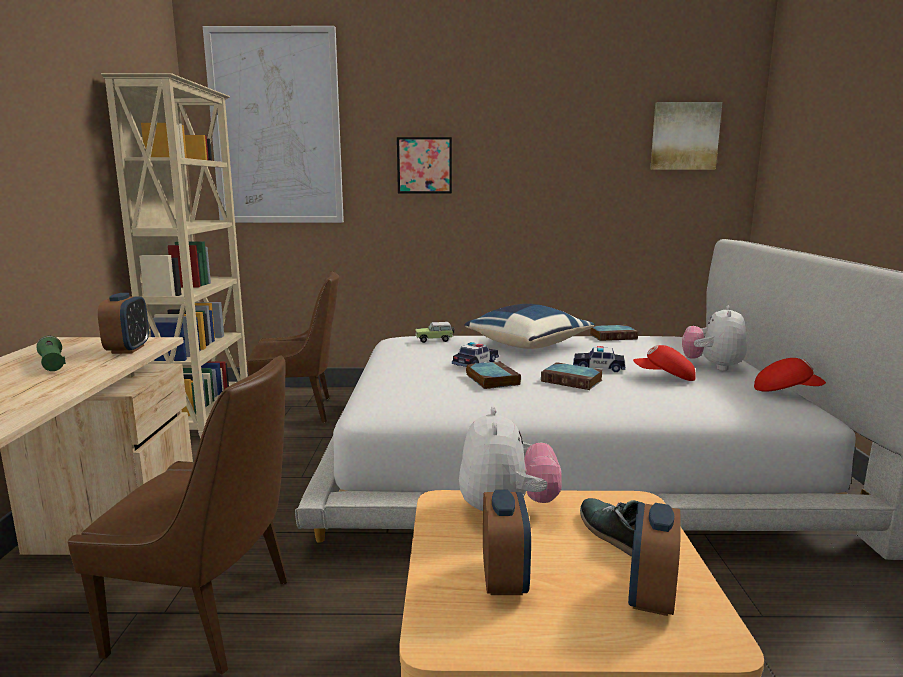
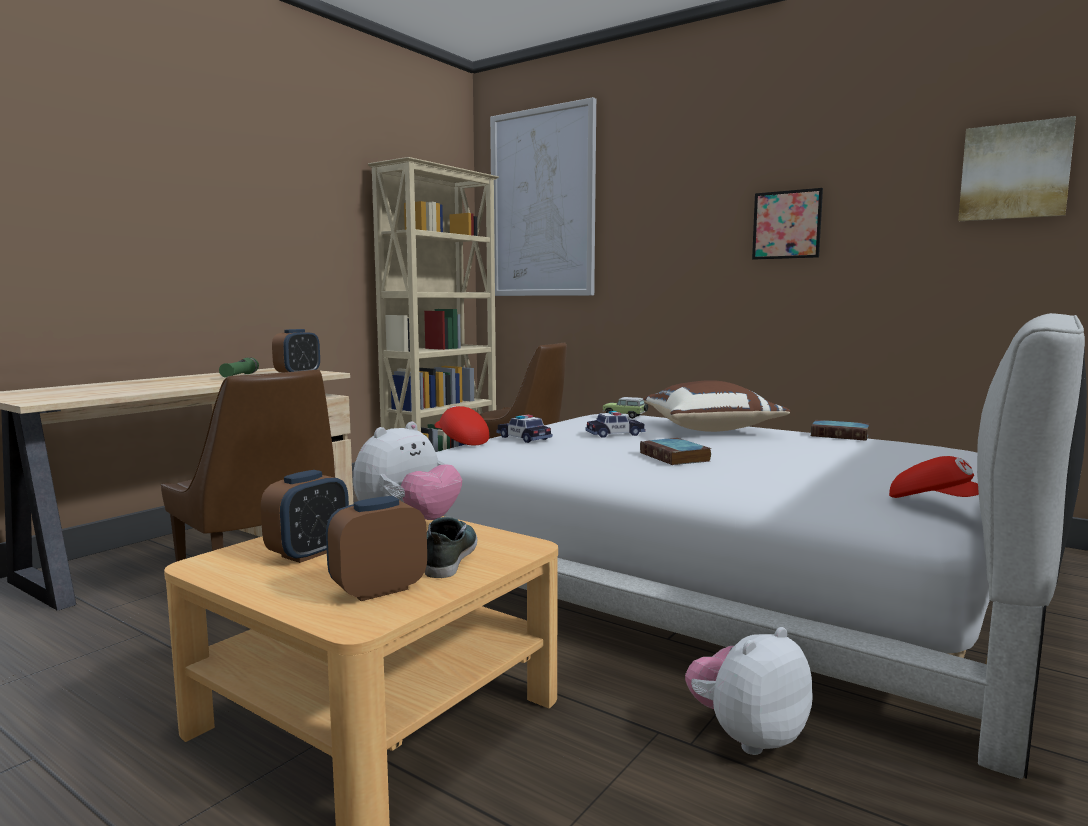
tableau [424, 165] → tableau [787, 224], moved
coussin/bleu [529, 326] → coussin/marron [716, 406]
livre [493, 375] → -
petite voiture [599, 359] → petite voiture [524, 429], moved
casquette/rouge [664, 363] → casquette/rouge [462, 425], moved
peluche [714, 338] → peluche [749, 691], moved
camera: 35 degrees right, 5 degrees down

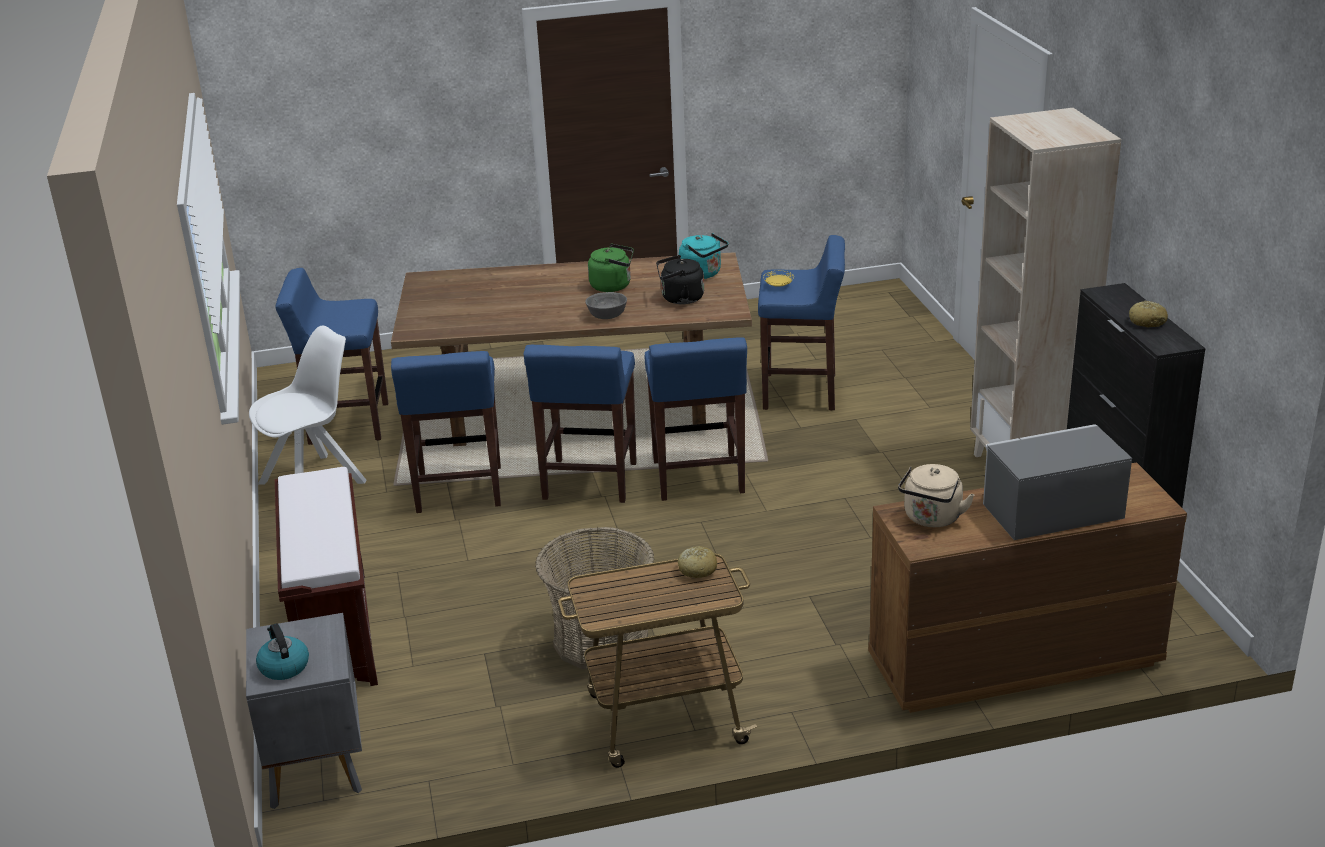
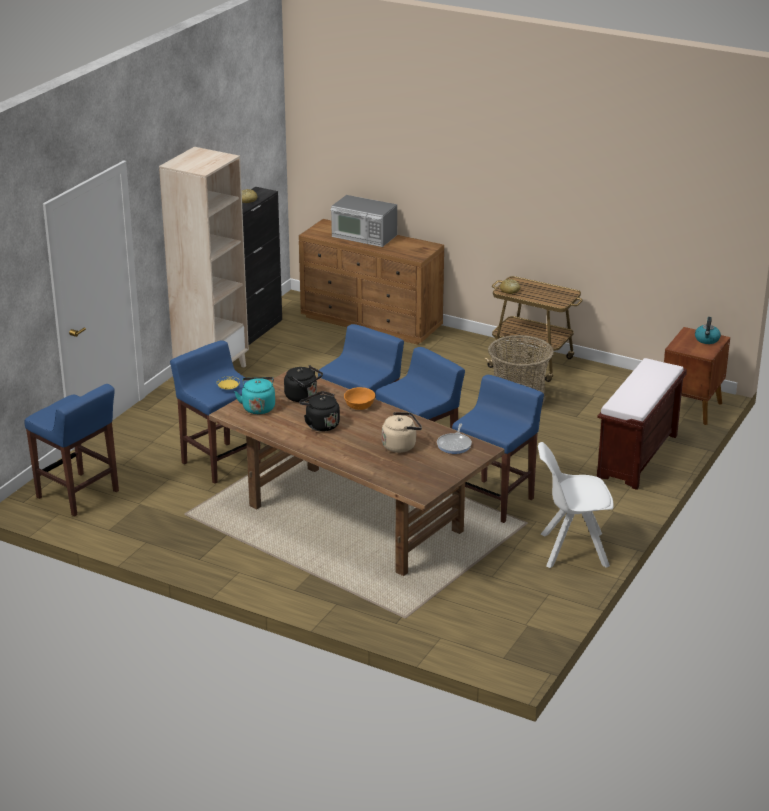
table de chevet/gris [304, 711] → table de chevet/marron [697, 376]
tabouret/bleu [331, 356] → tabouret/bleu [71, 450], moved
bol/gris [606, 305] → bol/orange [359, 398]
bouilloire/vert [611, 268] → bouilloire/noir [319, 411]
bouilloire/beige [936, 495] → bouilloire/beige [402, 432], moved
- → poêle [454, 439]
camera: 140 degrees left, 0 degrees up

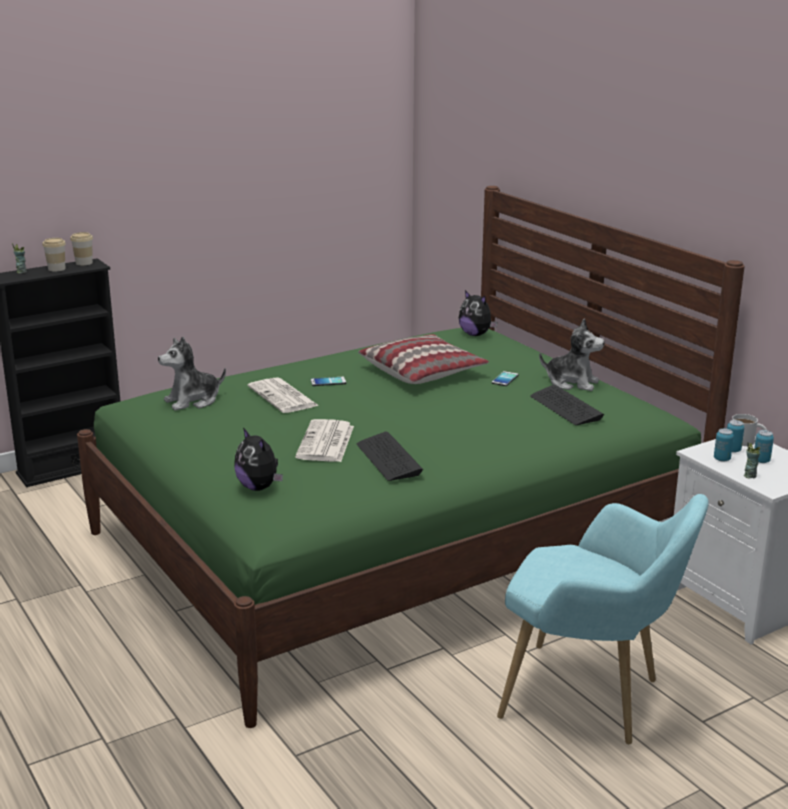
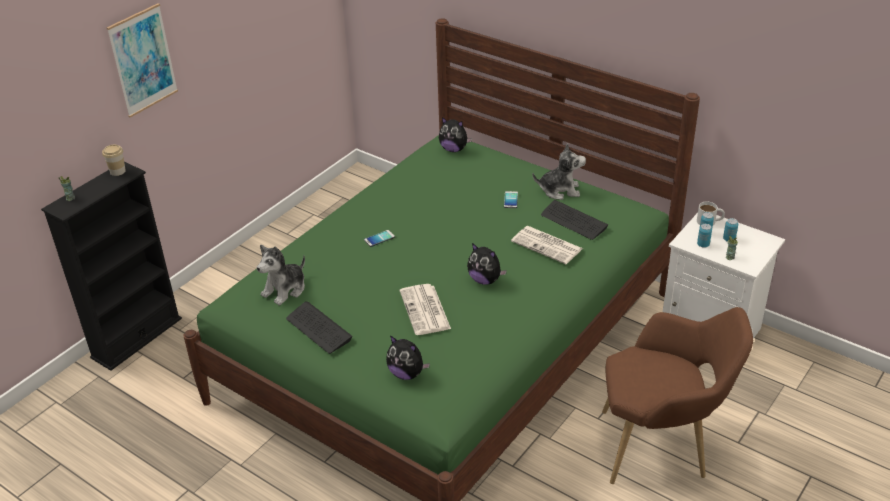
tasse [54, 255] → -
journal [283, 395] → journal [547, 245], moved
clavier [390, 456] → clavier [319, 327], moved
coussin [423, 359] → -
fauteuil/turquoise [603, 619] → fauteuil/marron [677, 395]
- → tableau [142, 60]
- → peluche [487, 264]
camera: 20 degrees left, 15 degrees up

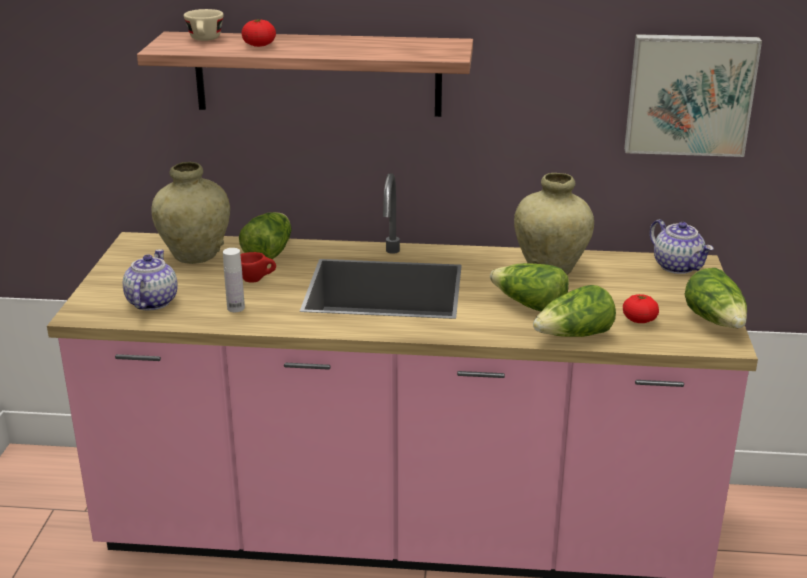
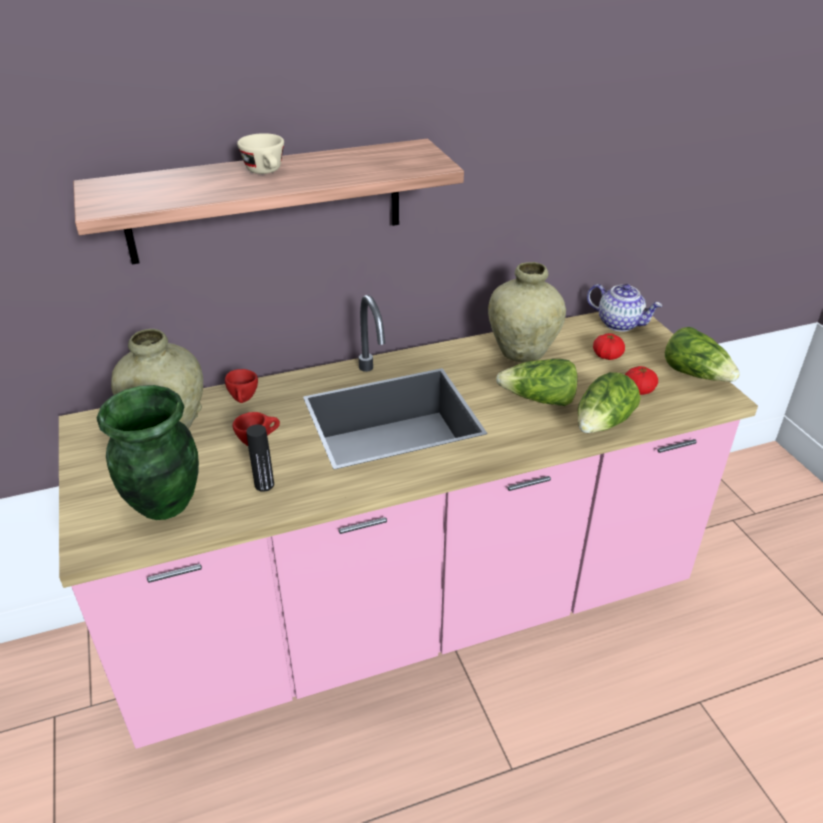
théière [150, 279] → vase/vert [148, 452]
tasse/beige [204, 25] → tasse/beige [260, 153], moved
bouteille/blanc [234, 280] → bouteille/noir [260, 458]
laitue [265, 235] → tasse/rouge [241, 386]
tomate [258, 33] → tomate [609, 346], moved
tableau [693, 95] → -
camera: 25 degrees left, 10 degrees up

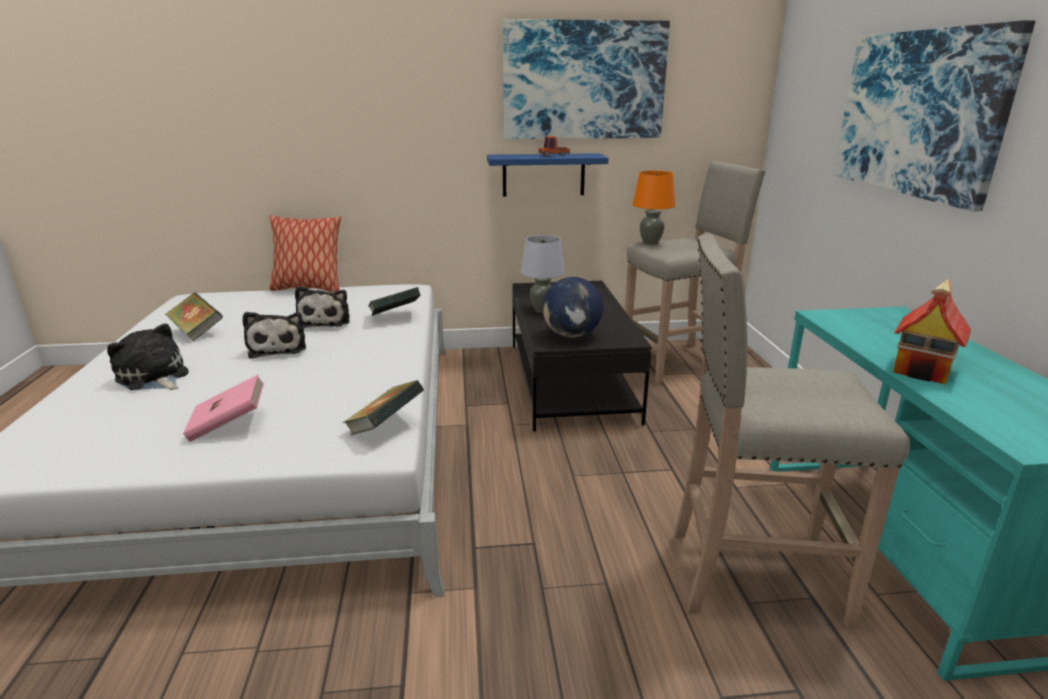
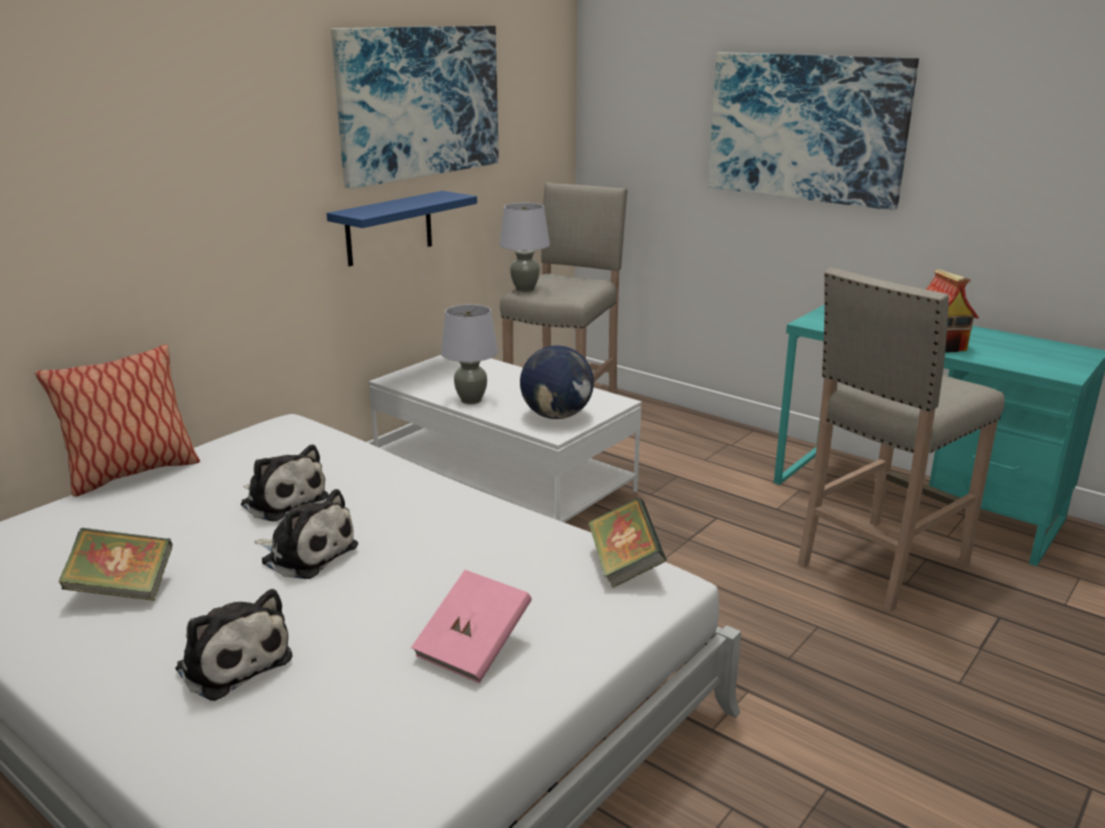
peluche [148, 356] → peluche [234, 645], 135 degrees counterclockwise
livre [394, 301] → -
table basse/noir [582, 356] → table basse/blanc [505, 438]
camion jouet [554, 146] → -
lampe de table/orange [654, 208] → lampe de table/gris [524, 247]
camera: 45 degrees left, 0 degrees up

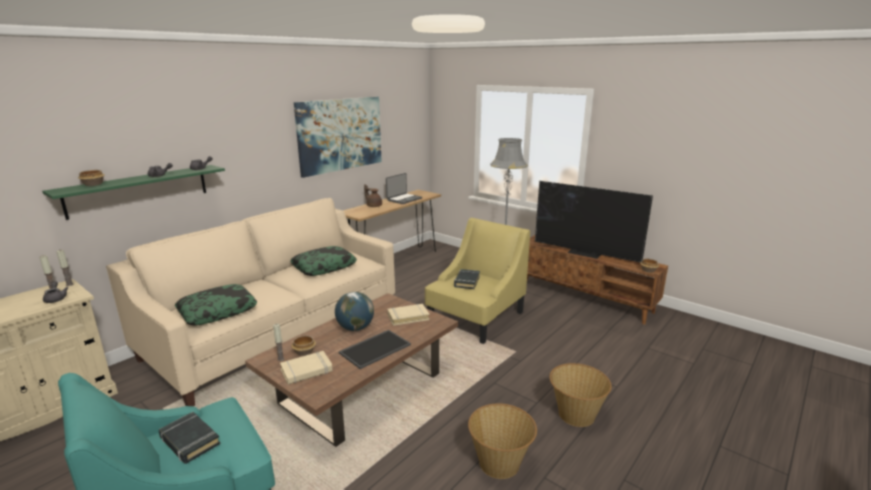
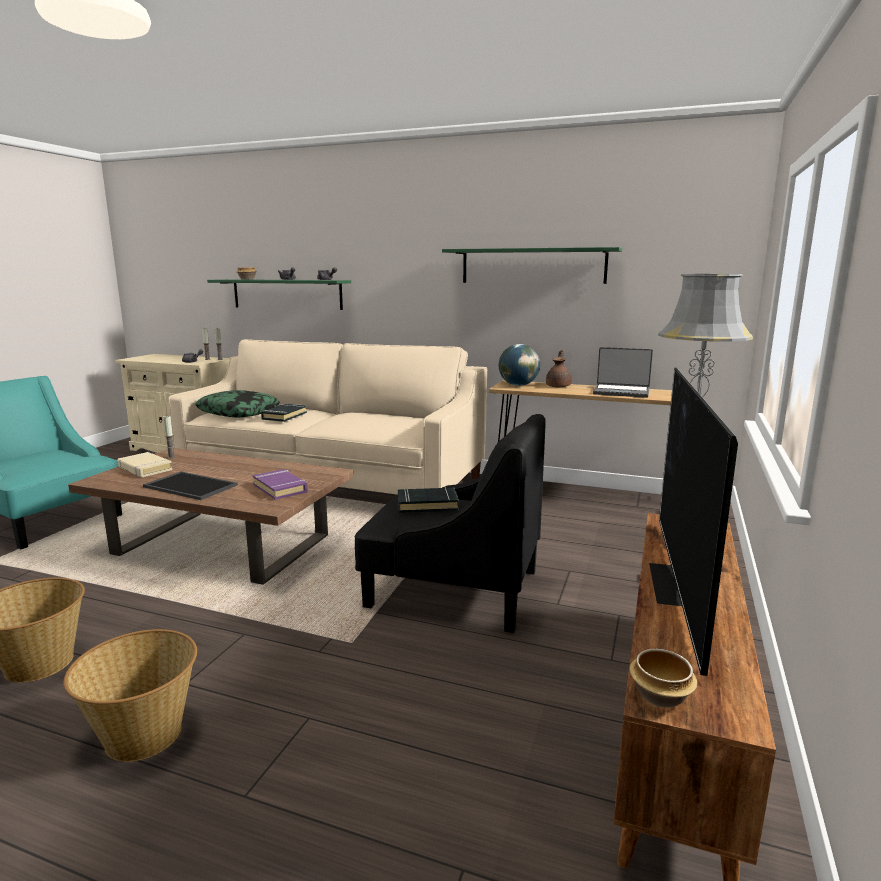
livre/noir [189, 438] → livre/noir [284, 413], moved
coussin [323, 261] → -
bol [303, 345] → -
tableau [338, 137] → étagère/vert [532, 265]
globe [354, 311] → globe [519, 365], moved
livre/beige [408, 315] → livre/violet [280, 484]
fauteuil/jaune [477, 281] → fauteuil/noir [450, 523]
camera: 70 degrees right, 5 degrees down

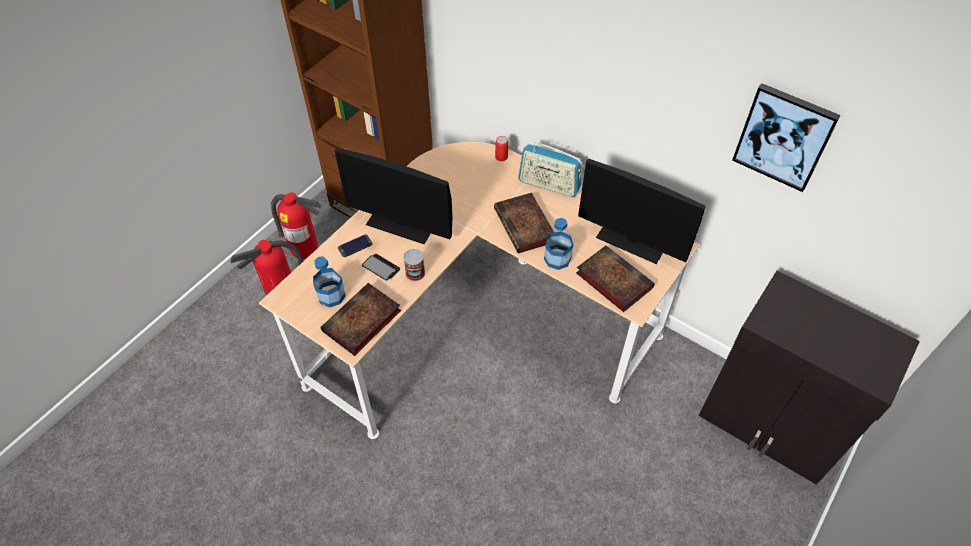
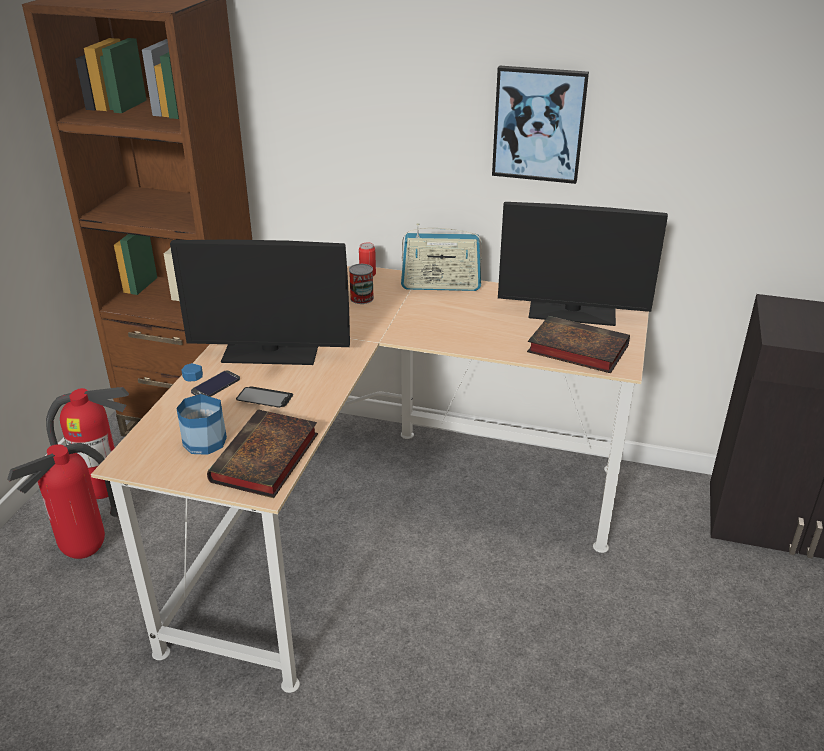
boîte métallique [414, 265] → boîte métallique [361, 284], moved
livre [524, 223] → -
bouteille [558, 244] → -
tableau [786, 137] → tableau [540, 124], moved
camera: 20 degrees left, 20 degrees down

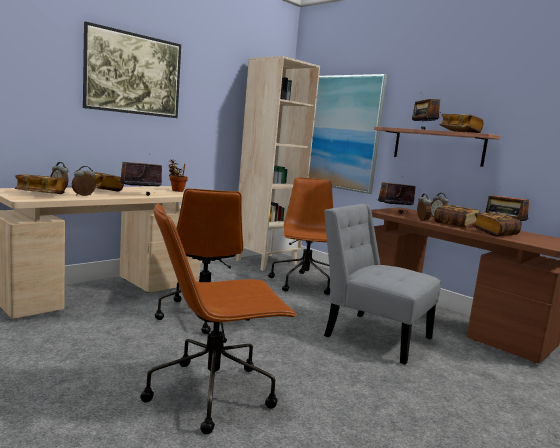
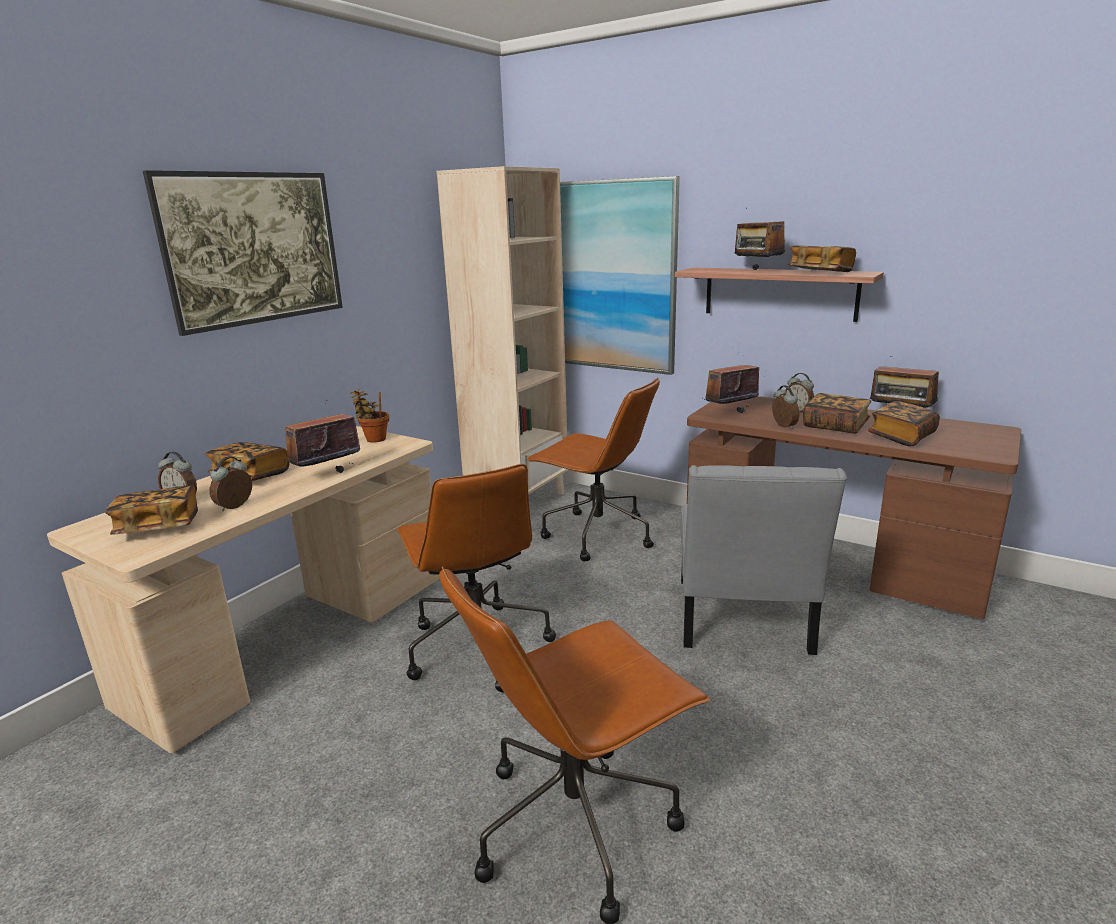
chaise de bureau/marron [300, 236] → chaise de bureau/marron [593, 469], 135 degrees clockwise
chaise/gris [382, 284] → chaise/gris [763, 560], 105 degrees counterclockwise
camera: 10 degrees left, 10 degrees up

